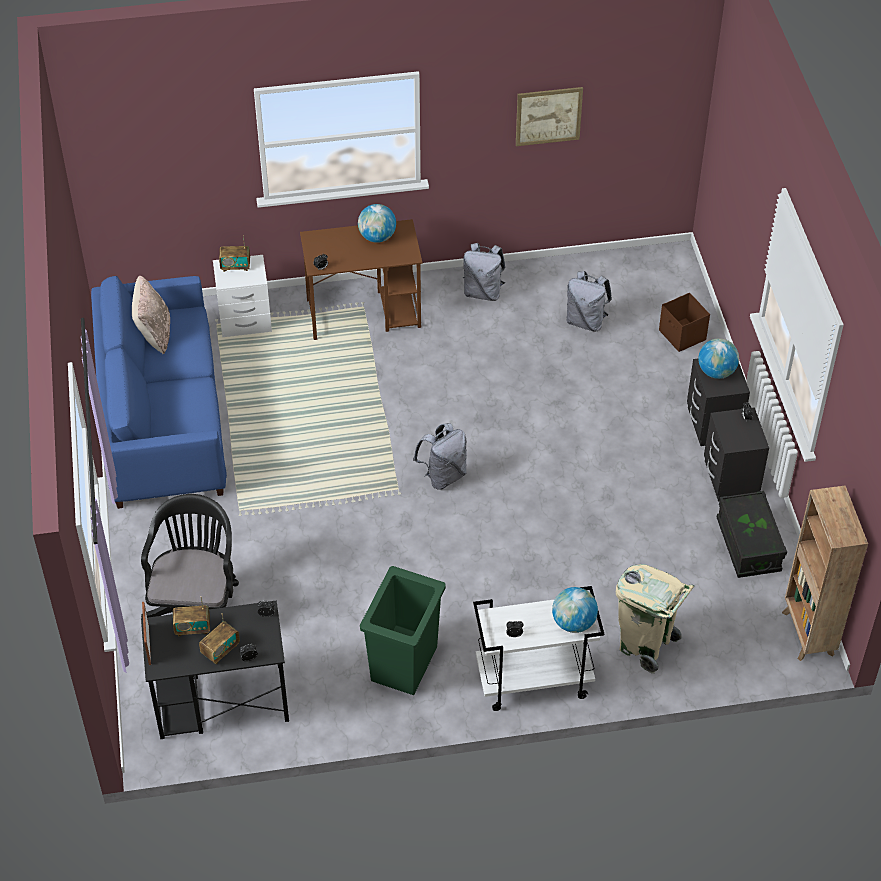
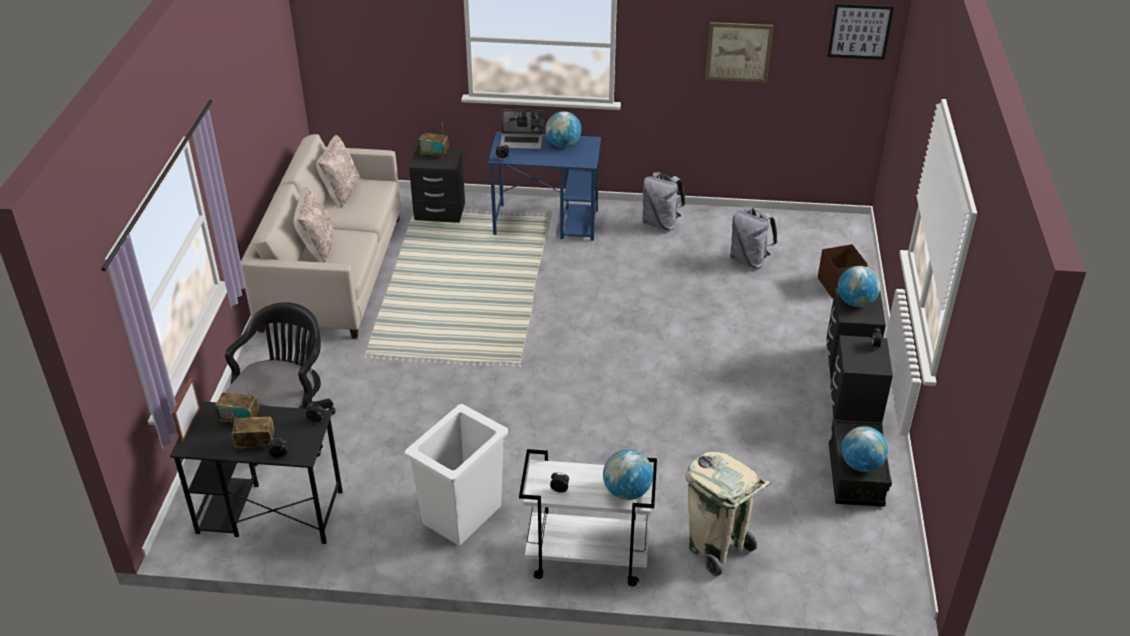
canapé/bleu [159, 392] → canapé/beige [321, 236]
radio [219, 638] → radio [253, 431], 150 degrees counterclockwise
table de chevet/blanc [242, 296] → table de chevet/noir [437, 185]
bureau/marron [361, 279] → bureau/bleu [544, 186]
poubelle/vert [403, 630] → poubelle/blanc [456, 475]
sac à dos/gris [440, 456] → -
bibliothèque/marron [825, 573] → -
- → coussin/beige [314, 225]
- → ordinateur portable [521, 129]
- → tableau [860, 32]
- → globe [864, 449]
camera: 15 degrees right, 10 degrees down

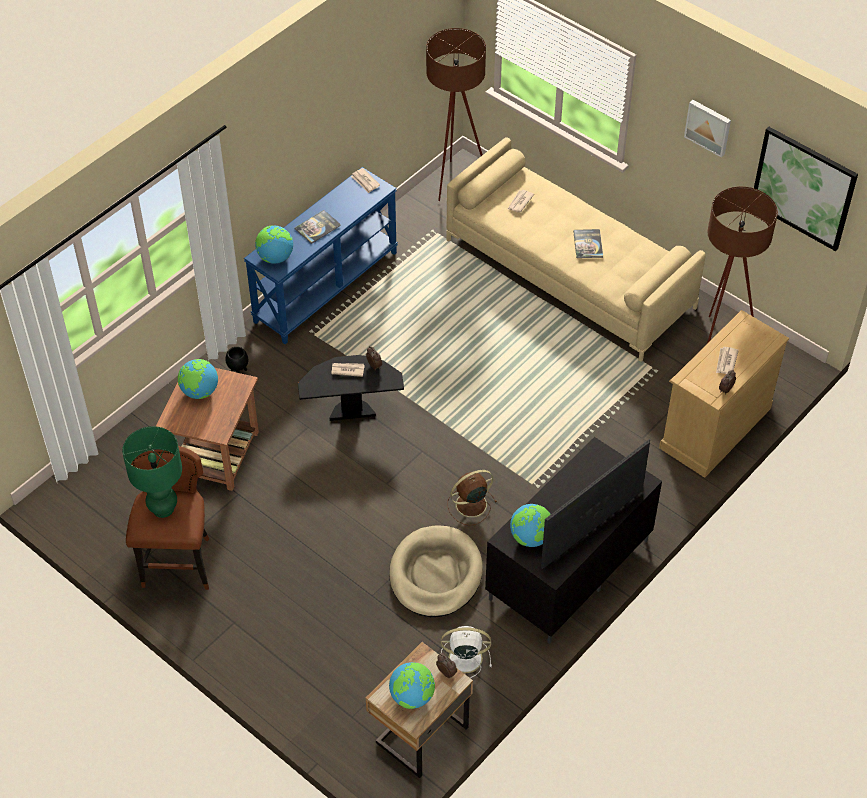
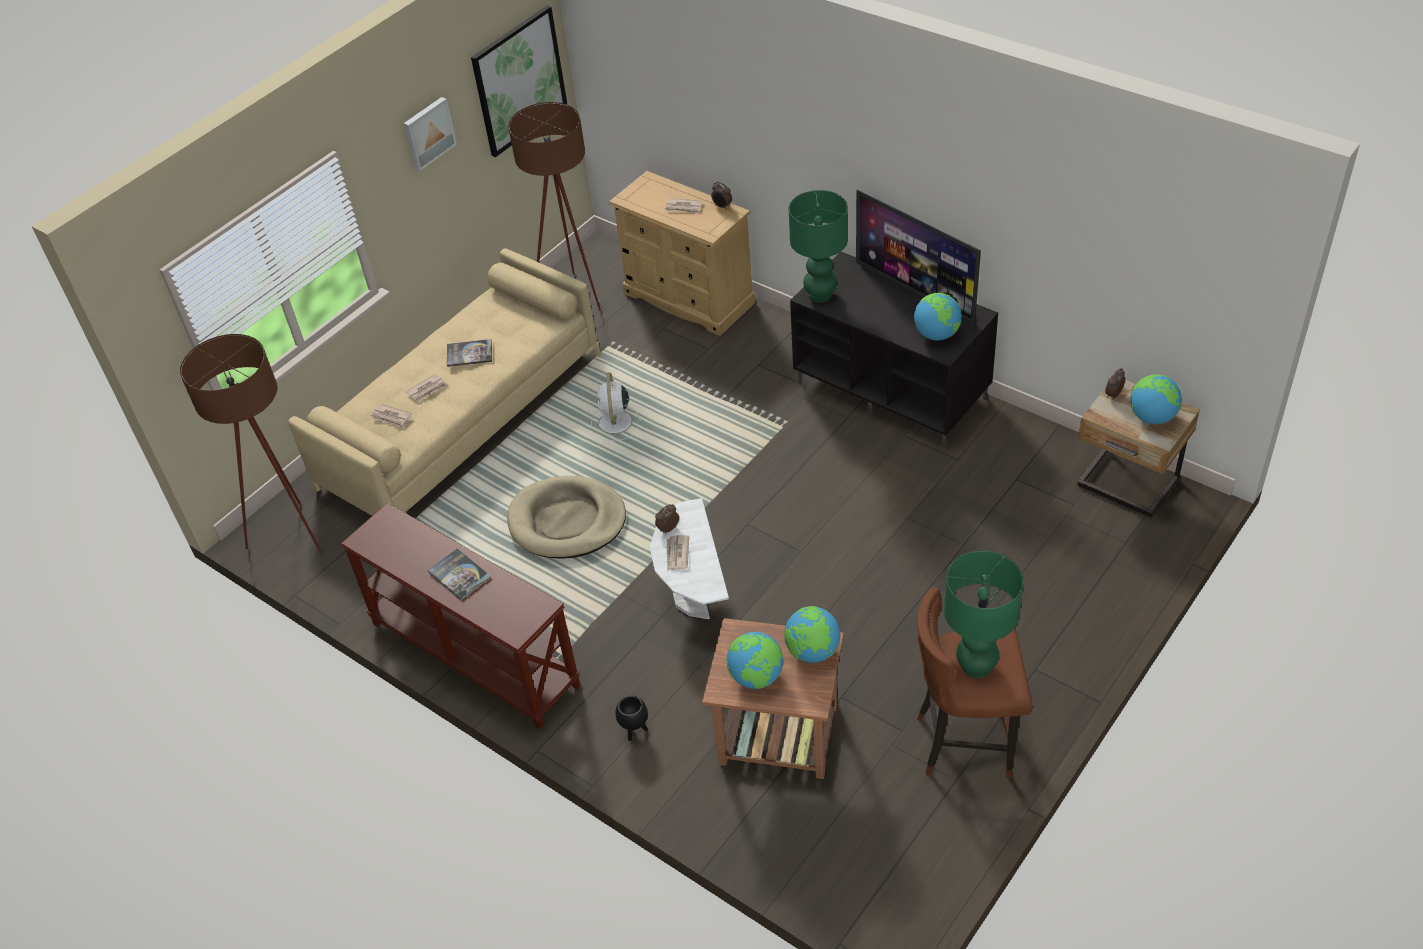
table console/bleu [321, 255] → table console/marron [460, 616]
globe [274, 244] → globe [812, 634], moved
table d'appoint/noir [351, 388] → table d'appoint/blanc [689, 558]
journal [365, 180] → journal [426, 388], moved
panier pour chien/beige [436, 571] → panier pour chien/beige [566, 517], moved
ventilateur/blanc [466, 652] → ventilateur/blanc [616, 406], moved
ventilateur/marron [472, 498] → -
- → lampe de table/vert [818, 246]
camera: 90 degrees left, 5 degrees down

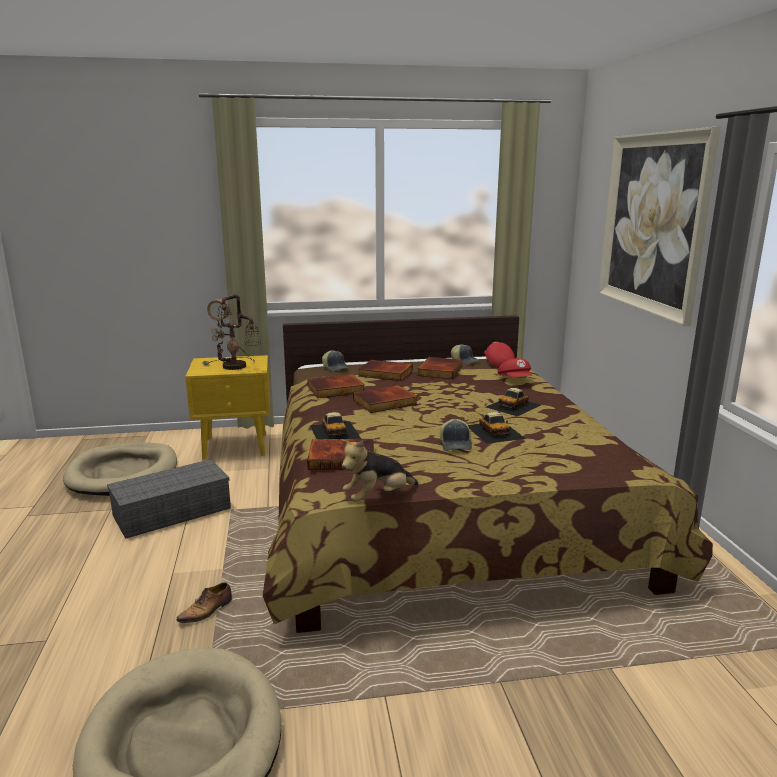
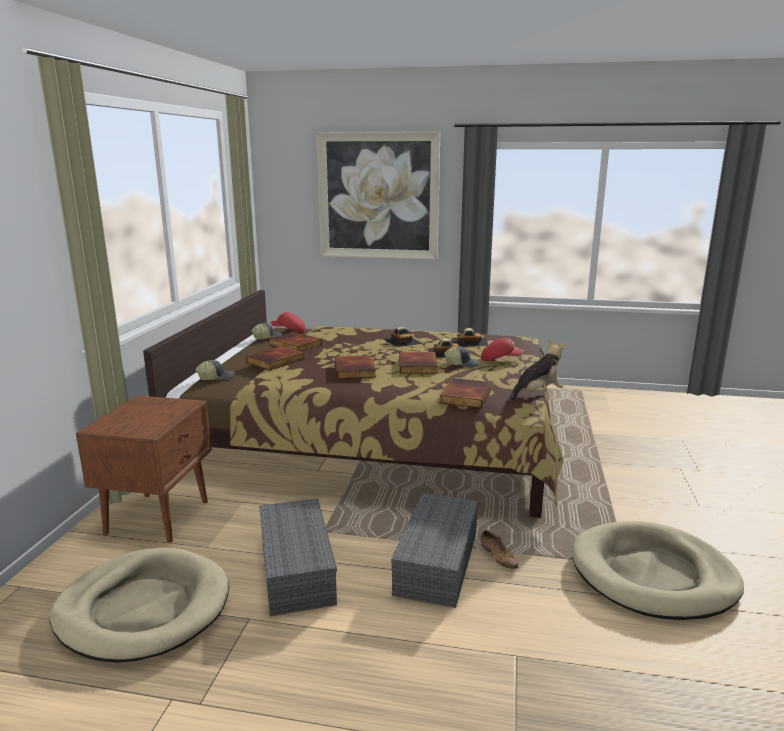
table de chevet/jaune [227, 407] → table de chevet/marron [144, 469]
lampe de table [231, 332] → -
livre [335, 386] → livre [418, 363], moved
petite voiture [335, 425] → petite voiture [470, 337], moved
peluche [380, 470] → peluche [537, 370], 105 degrees counterclockwise
casquette/rouge [515, 367] → casquette/rouge [502, 349], moved
- → boîte de rangement/gris [435, 550]
camera: 70 degrees left, 0 degrees up

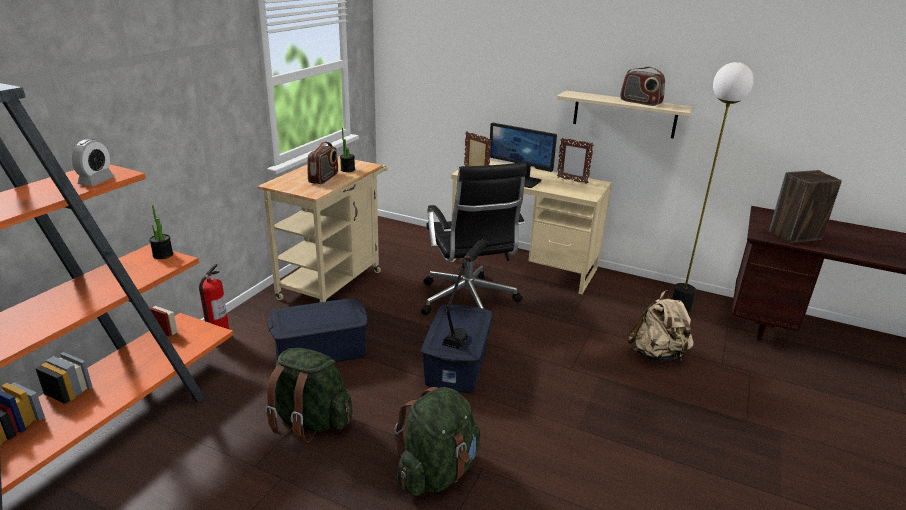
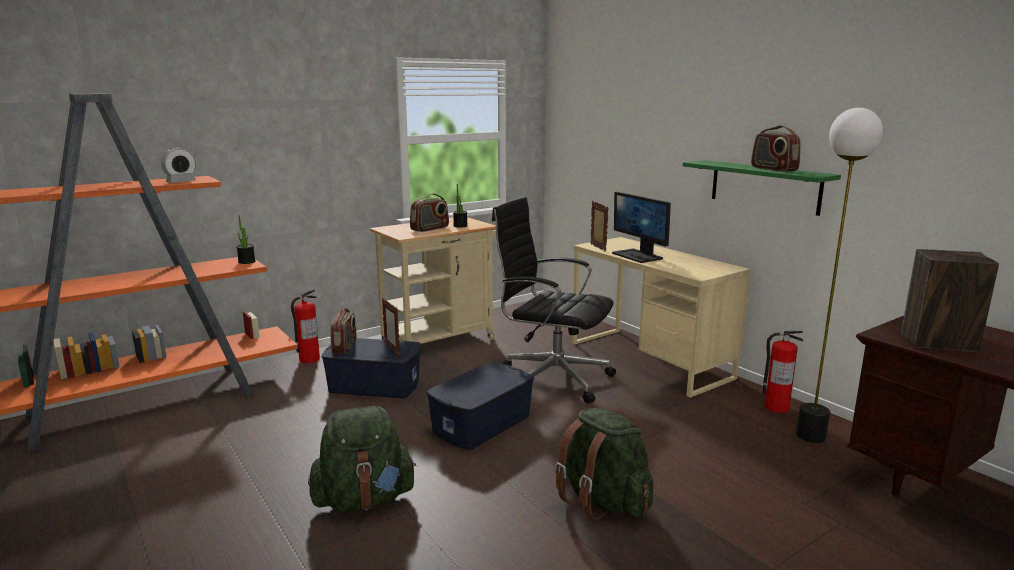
sac à dos/vert [309, 395] → sac à dos/vert [604, 464], moved
chaise de bureau/noir [474, 238] → chaise de bureau/noir [554, 300], 105 degrees clockwise
lampe de table/noir [465, 295] → -
étagère/beige [625, 115] → étagère/vert [762, 188]
cadre photo [575, 161] → cadre photo [391, 327], moved
sac à dos/beige [661, 326] → -
- → radio [343, 331]
- → extincteur [783, 371]
camera: 30 degrees right, 10 degrees down

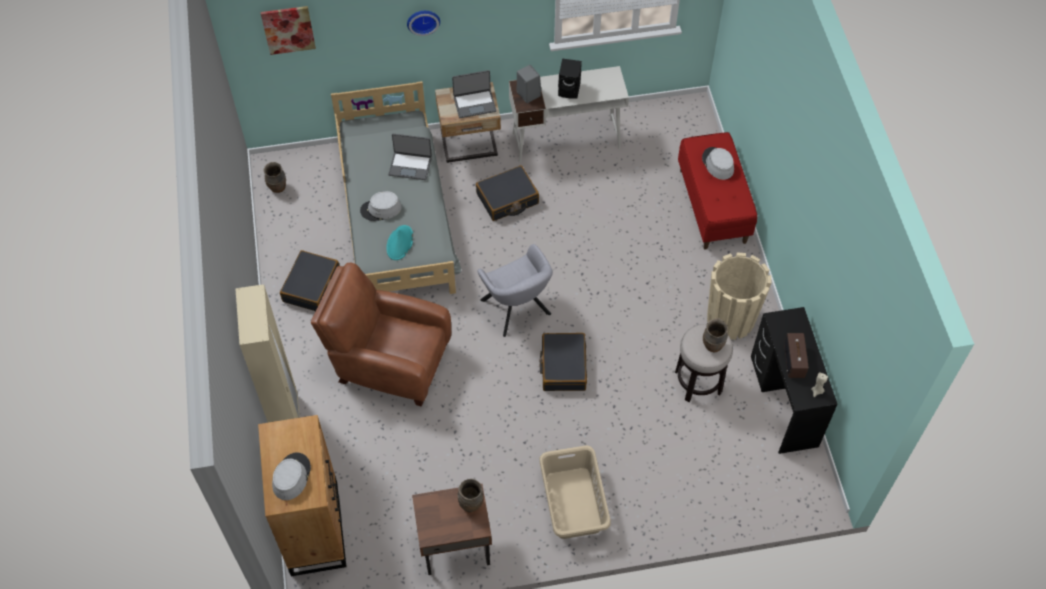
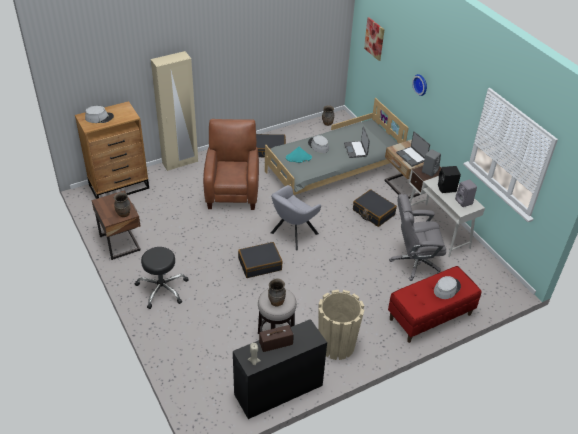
panier à linge/beige [575, 492] → tabouret/noir [162, 278]
- → chaise de bureau/gris [417, 237]
- → enceinte/gris [466, 193]
camera: 70 degrees right, 15 degrees down

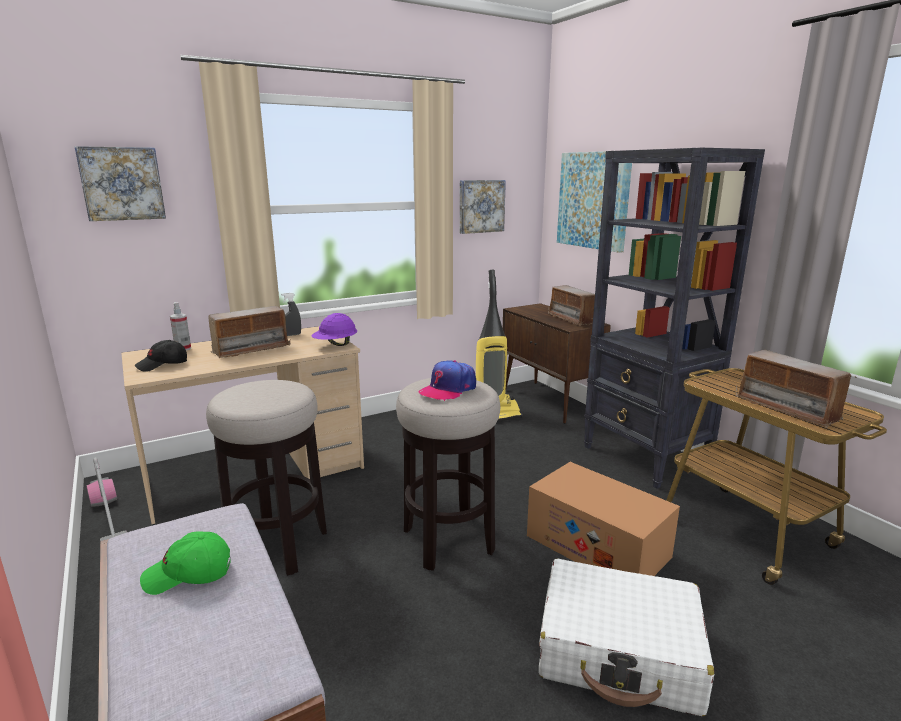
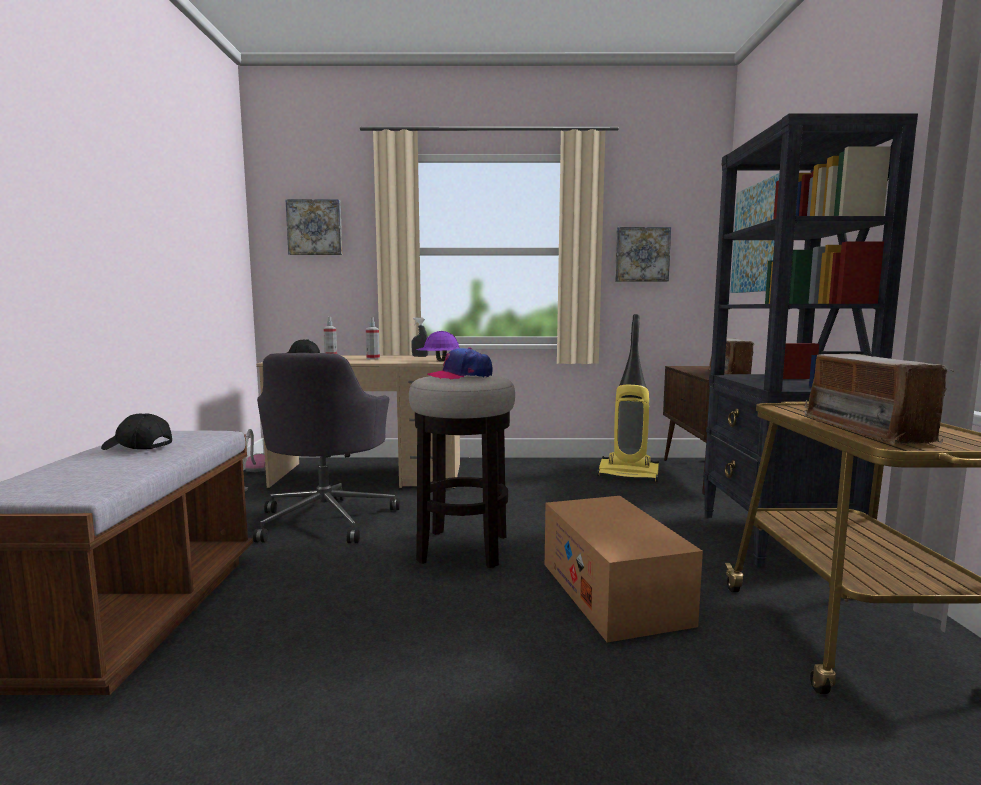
casquette/vert [185, 563] → casquette/noir [136, 431]
tabouret [266, 478] → chaise de bureau/gris [326, 448]
radio [249, 332] → vaporisateur [373, 338]
valise/blanc [626, 637] → -
camera: 30 degrees right, 10 degrees down

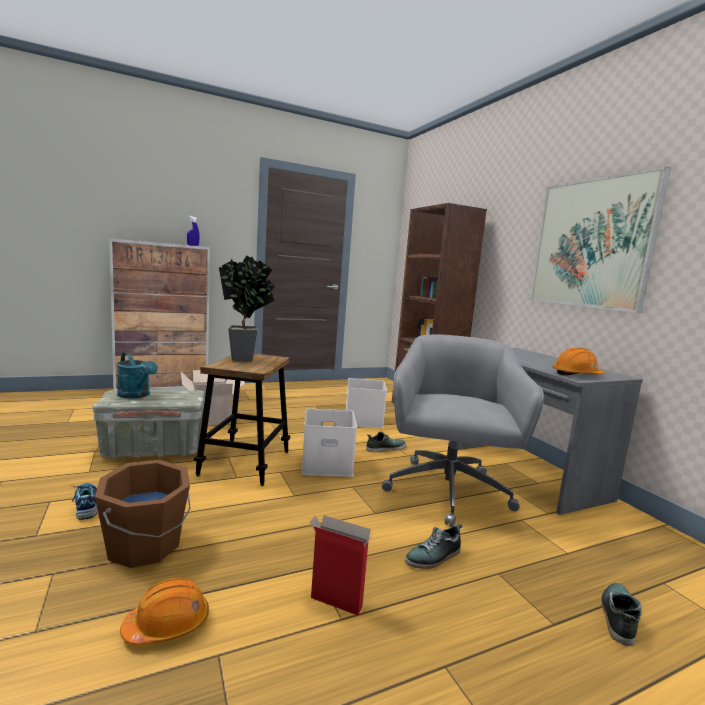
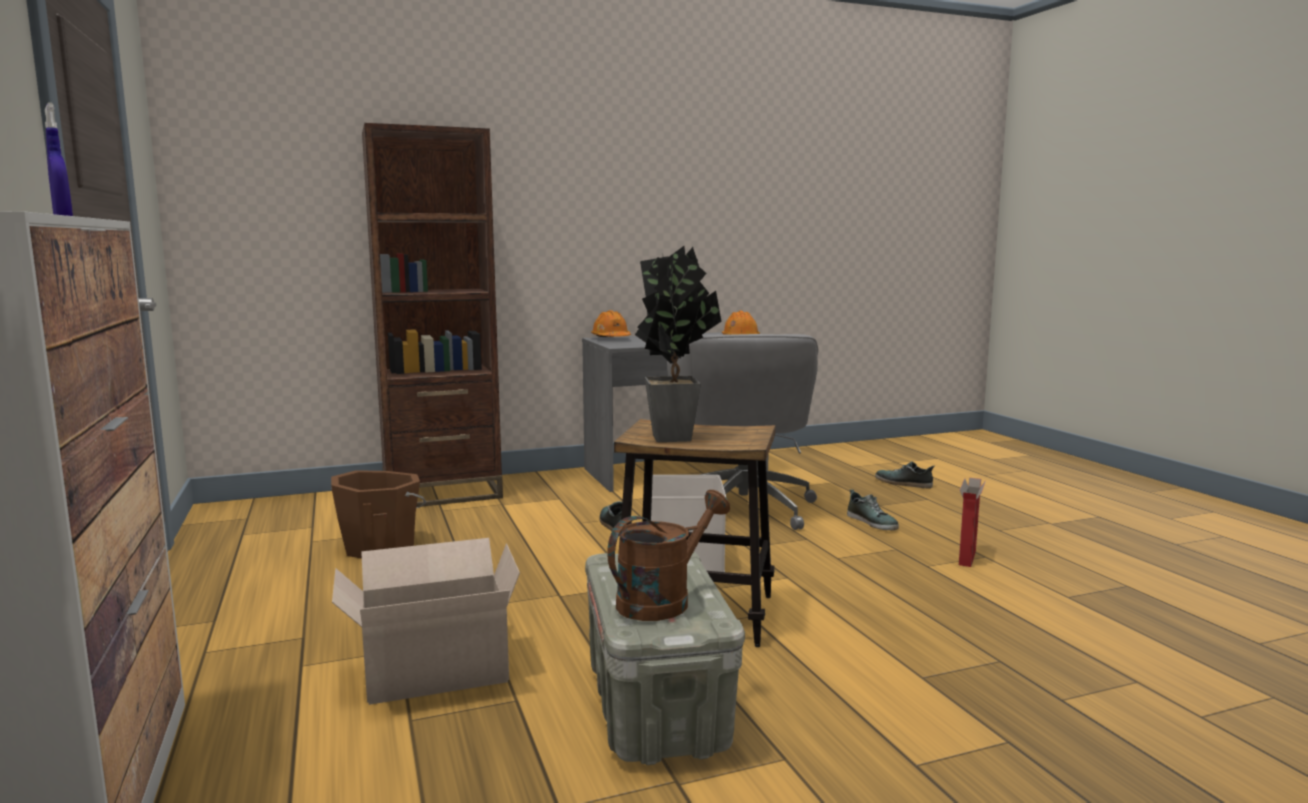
chaussure [85, 501] → -
seau/marron [143, 514] → seau/marron [378, 514], moved
arrosoir/turquoise [137, 375] → arrosoir/marron [668, 555]
casque de chantier/orange [164, 611] → casque de chantier/orange [611, 323], moved
boîte de rangement/blanc [366, 403] → -
chaise de bureau/gris [463, 431] → chaise de bureau/gris [742, 432], 105 degrees counterclockwise
tableau [600, 239] → -
camera: 85 degrees left, 0 degrees up

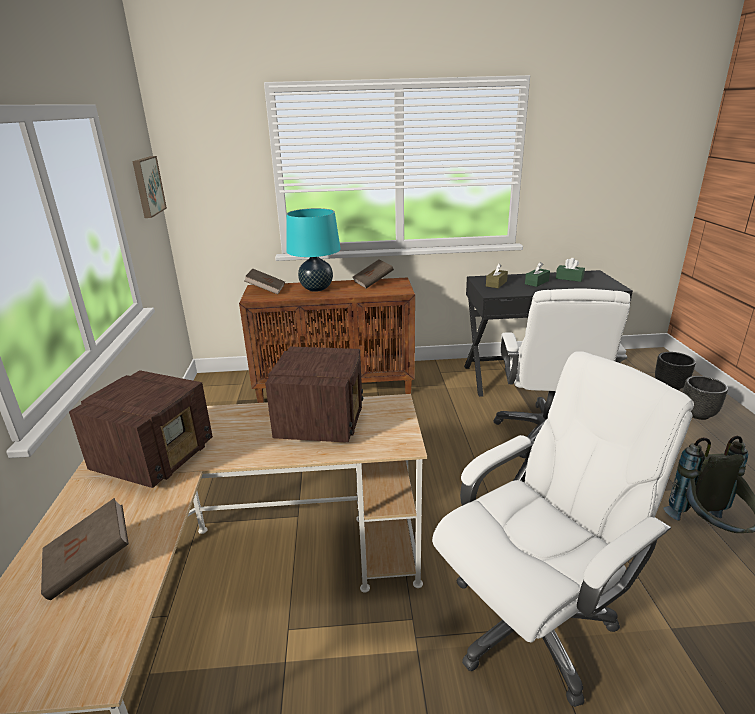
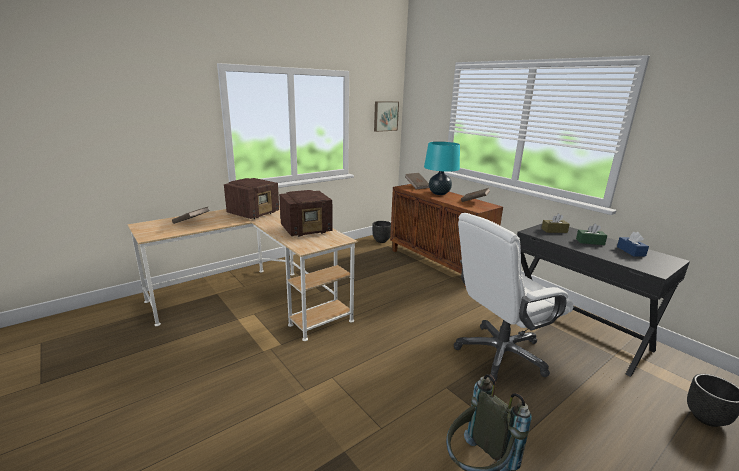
radio [141, 429] → radio [251, 198], 45 degrees counterclockwise
chaise de bureau/blanc [563, 529] → -
boîte à mouchoirs/vert [570, 270] → boîte à mouchoirs/bleu [633, 244]
cache-pot/noir [705, 398] → cache-pot/noir [381, 232], moved
camera: 55 degrees right, 5 degrees down

